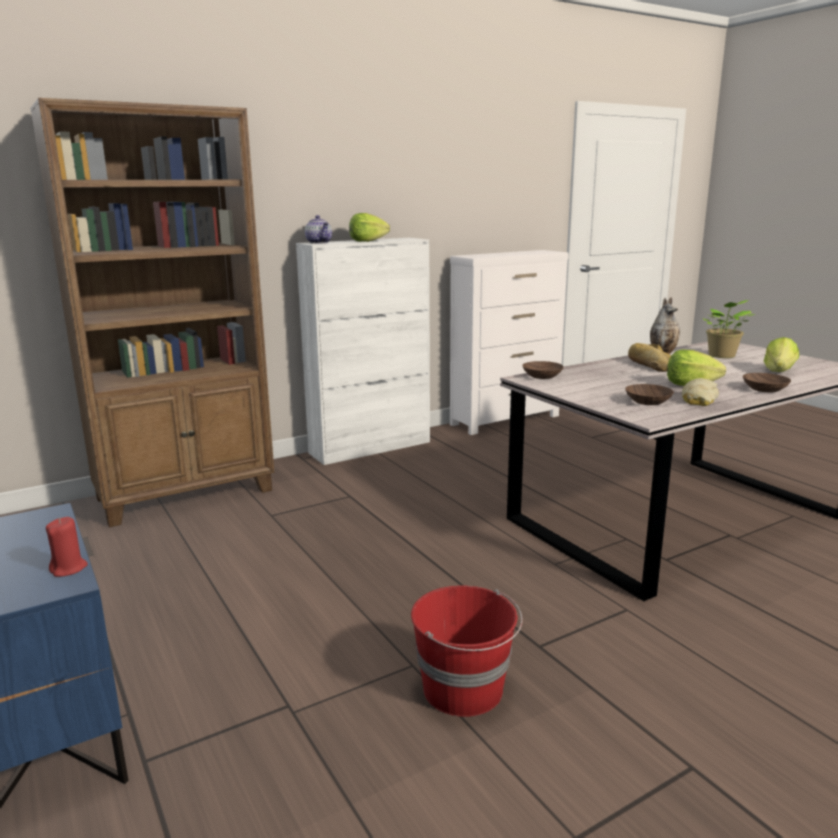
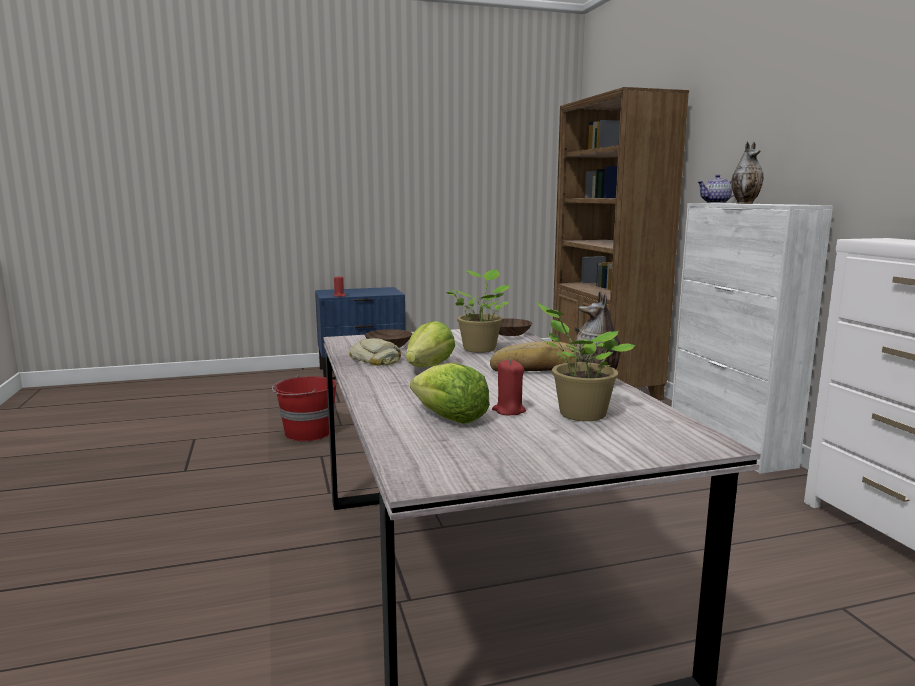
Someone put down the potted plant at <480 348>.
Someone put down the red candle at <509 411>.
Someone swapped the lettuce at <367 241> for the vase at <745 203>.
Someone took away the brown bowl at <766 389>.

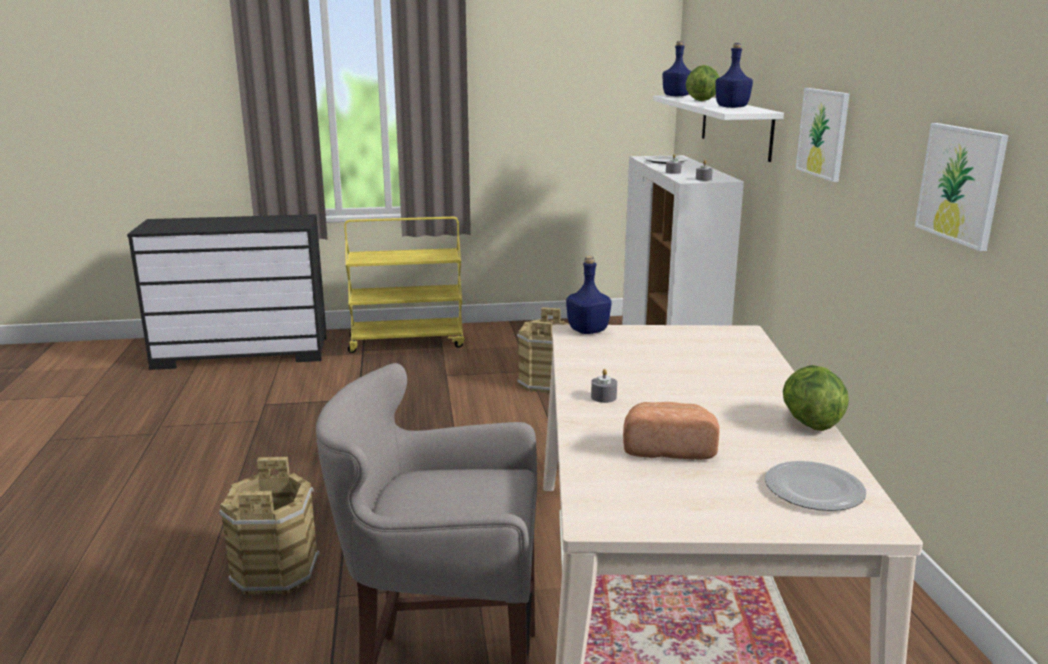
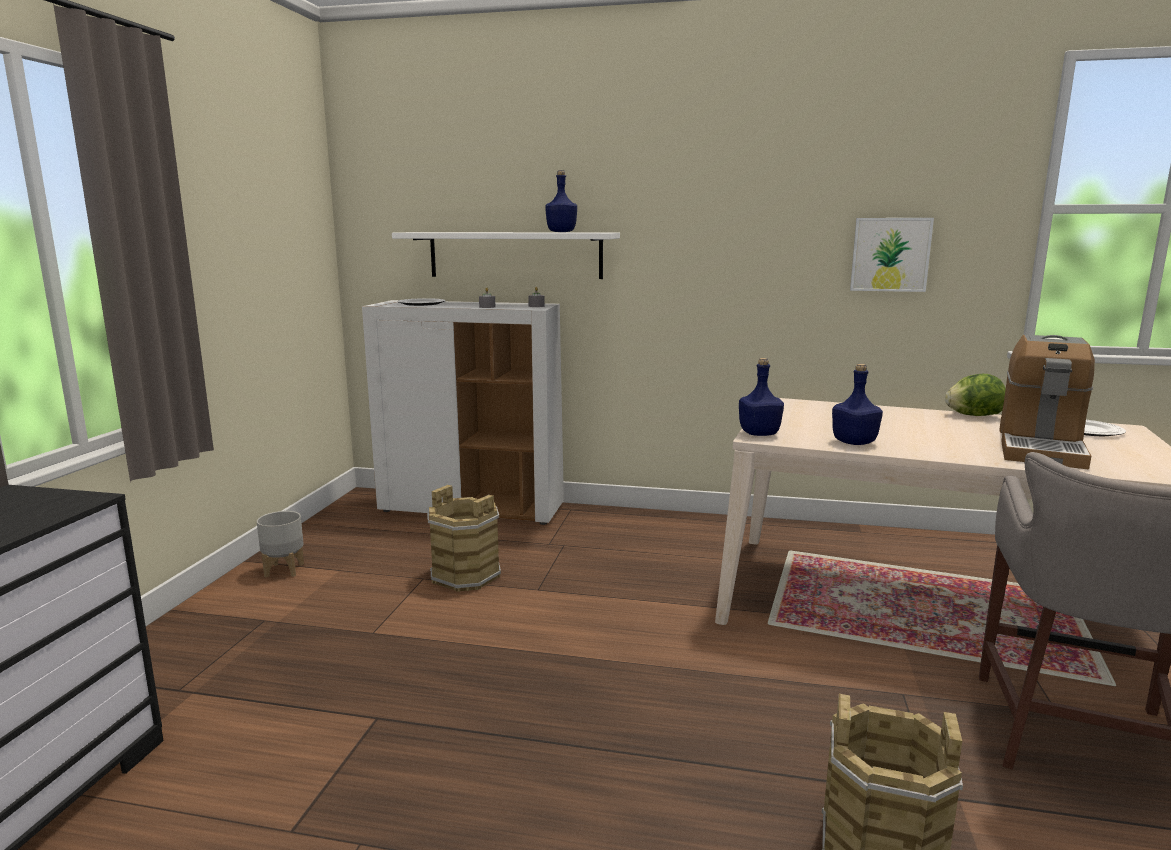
Someone put down the grey planter at <284 570>.
Someone carried the blue bottle from <677 96> to <853 442>.
Someone swapped the bread at <668 449> for the coffee machine at <1040 447>.
Someone took away the yellow cart at <407 342>.
Someone took away the grey candle at <603 397>.
Someone took away the lettuce at <702 101>.
Someone took away the picture at <823 133>.

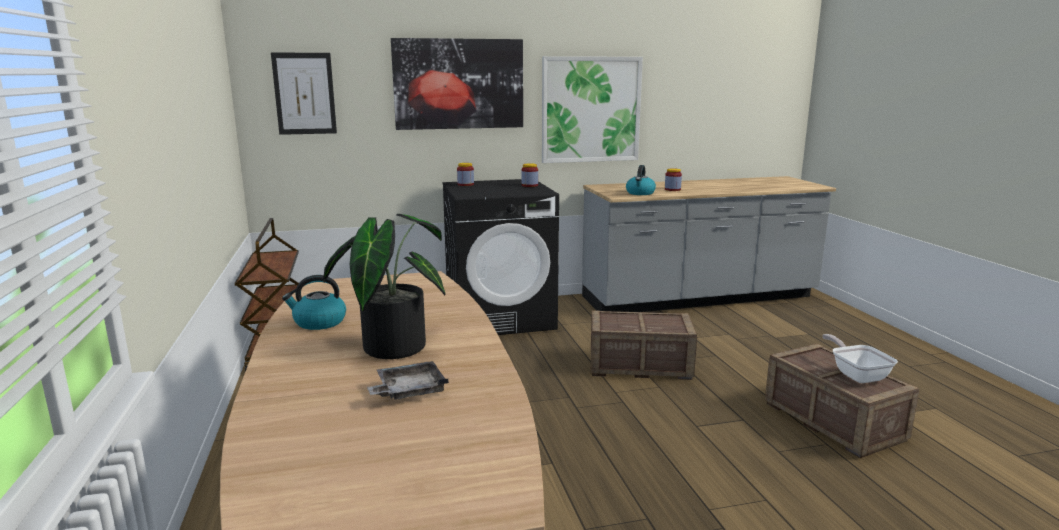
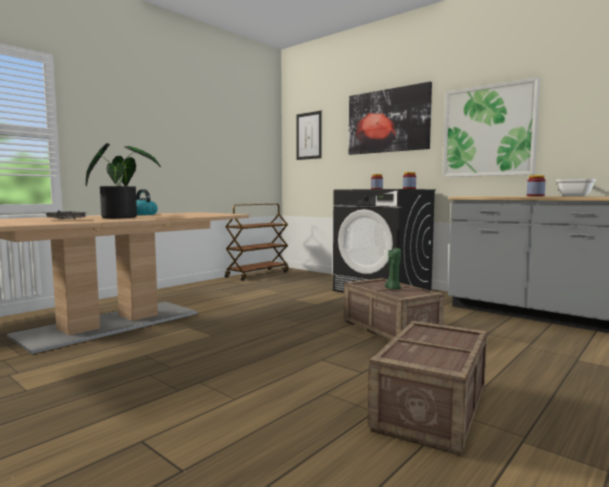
Someone put down the green candle at <393 288>.
Someone carried the frying pan from <856 374> to <575 196>.
Someone took away the kettle at <640 193>.

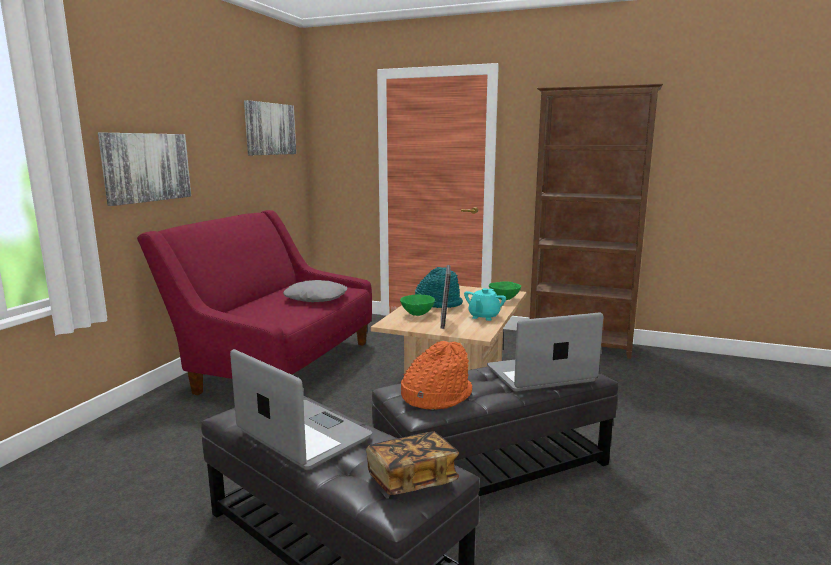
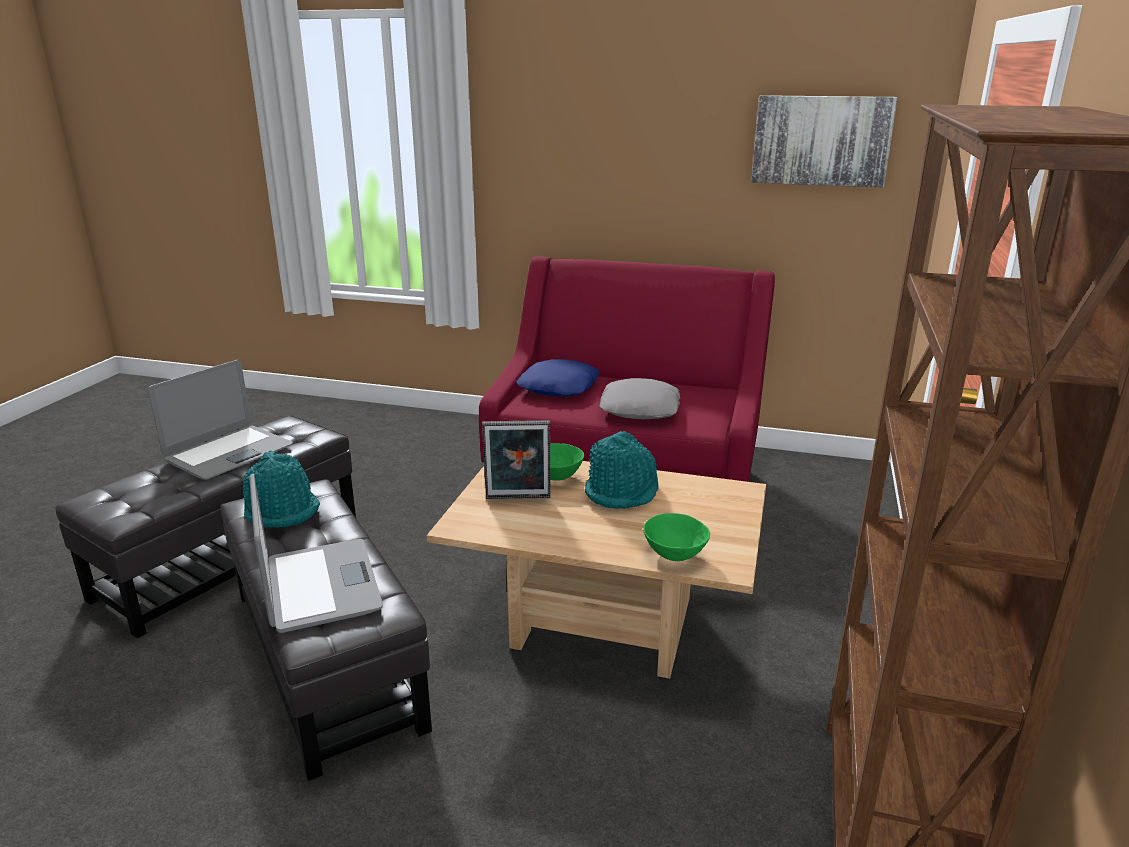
Someone repainted the orange hat at <436 396>, which became the turquoise hat at <282 510>.
Someone put down the blue pillow at <559 387>.
Someone took away the picture at <146 167>.
Someone took away the book at <411 479>.
Someone took away the turquoise teapot at <484 316>.

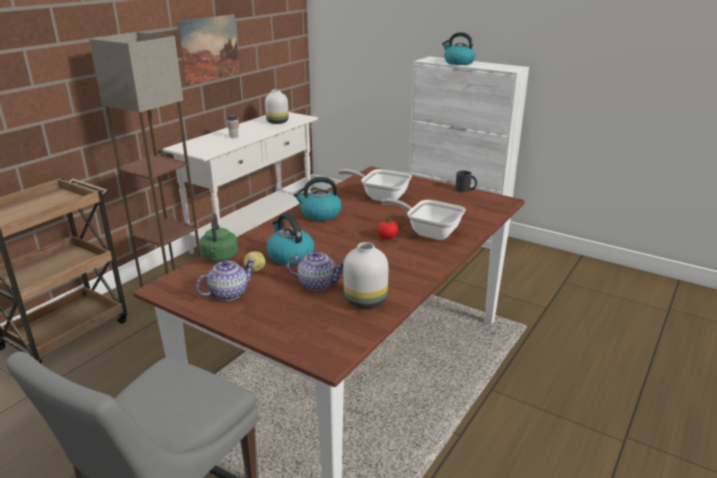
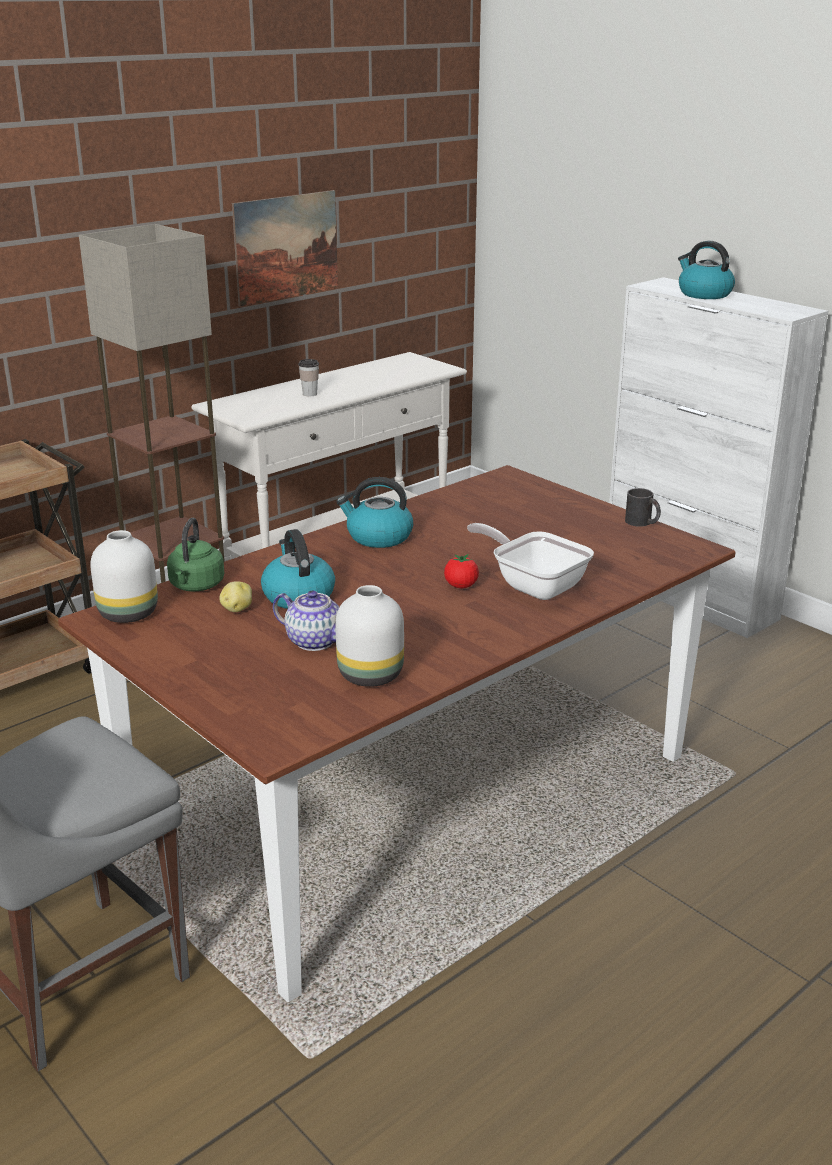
Someone carried the white vase from <278 122> to <130 613>.
Someone took away the teapot at <228 293>.
Someone took away the frying pan at <381 197>.

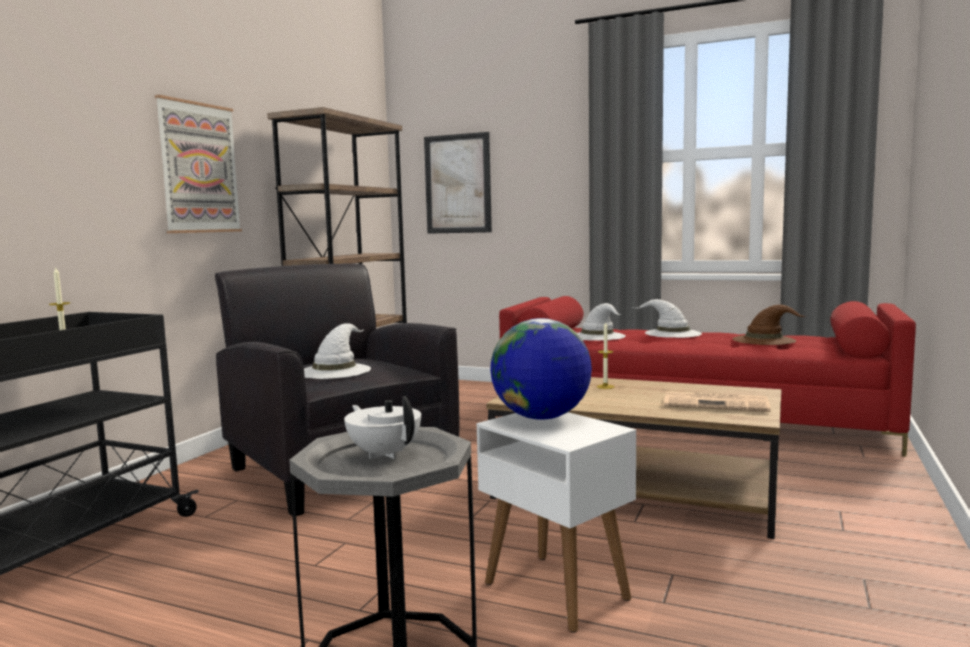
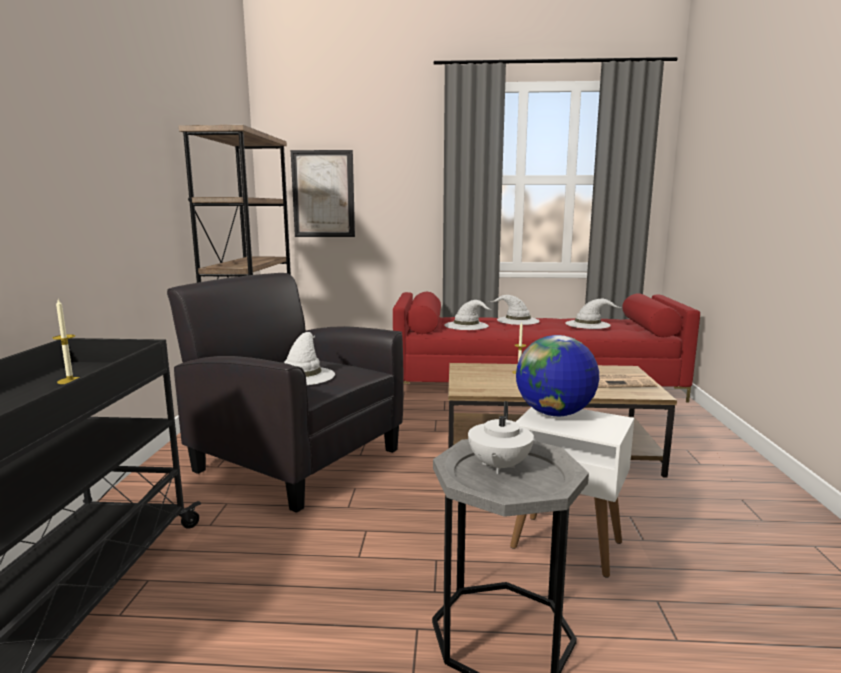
Someone rotated the white teapot at <384 454> by 105 degrees counterclockwise.
Someone repainted the brown hat at <765 340>, which became the white hat at <588 324>.
Someone took away the picture at <199 168>.

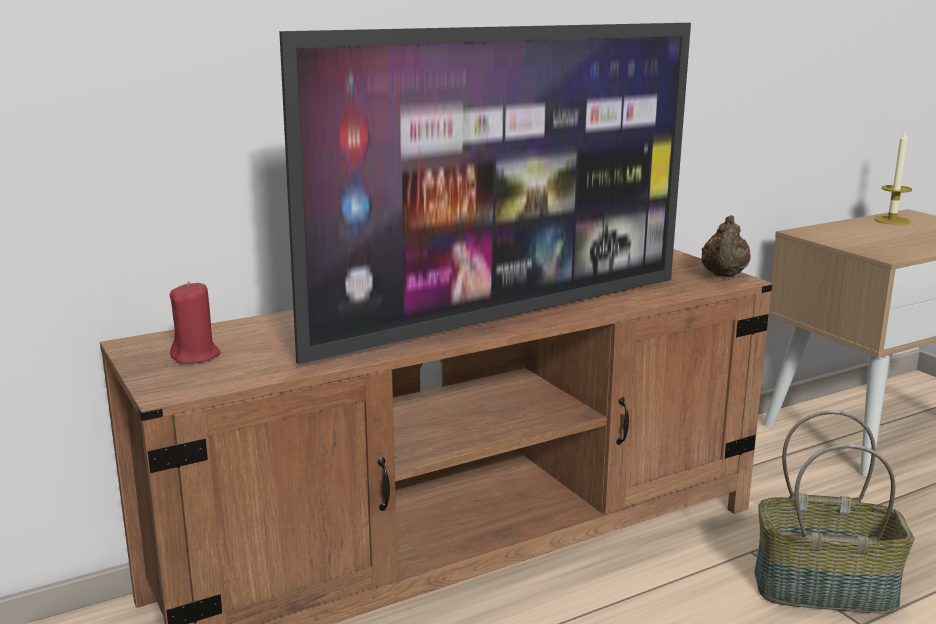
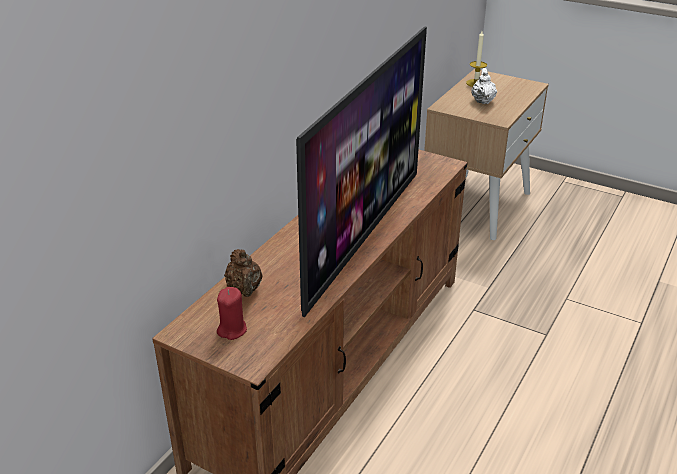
Someone carried the brown teapot from <724 276> to <245 290>.
Someone put down the white teapot at <482 101>.
Someone took away the basket at <825 588>.

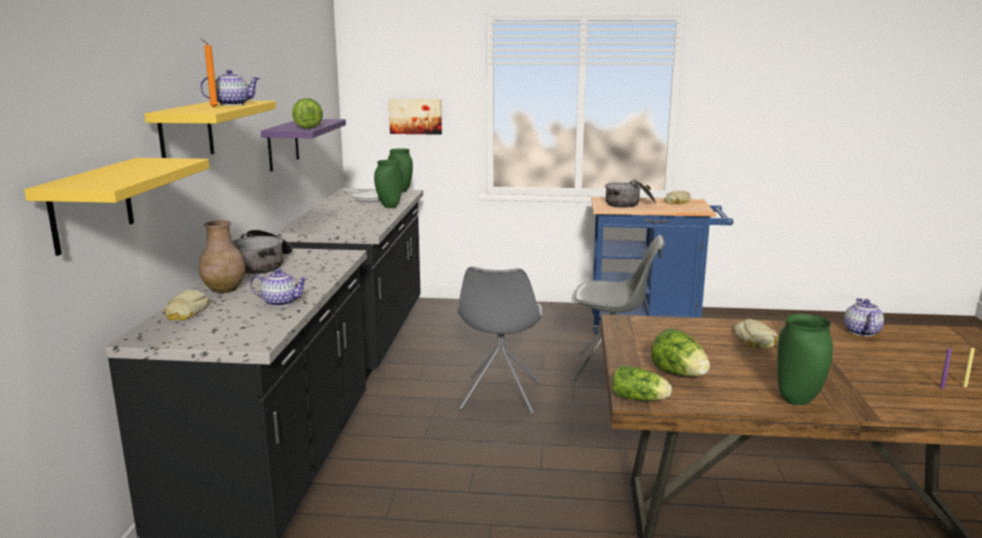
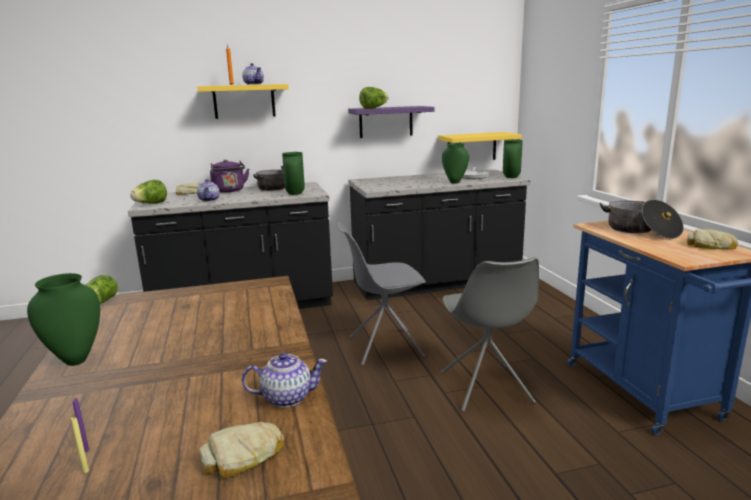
Someone carried the lettuce from <679 374> to <151 204>.
Someone carried the bread from <755 339> to <244 456>.
Someone swapped the brown vase at <225 289> for the purple kettle at <229 191>.
Someone put down the green vase at <295 194>.
Someone carried the yellow shelf from <91 205> to <471 147>.
Someone took away the picture at <415 116>.

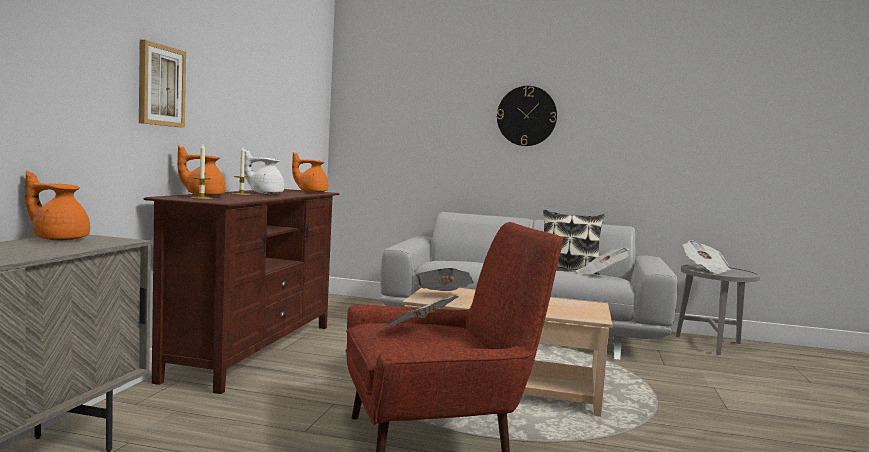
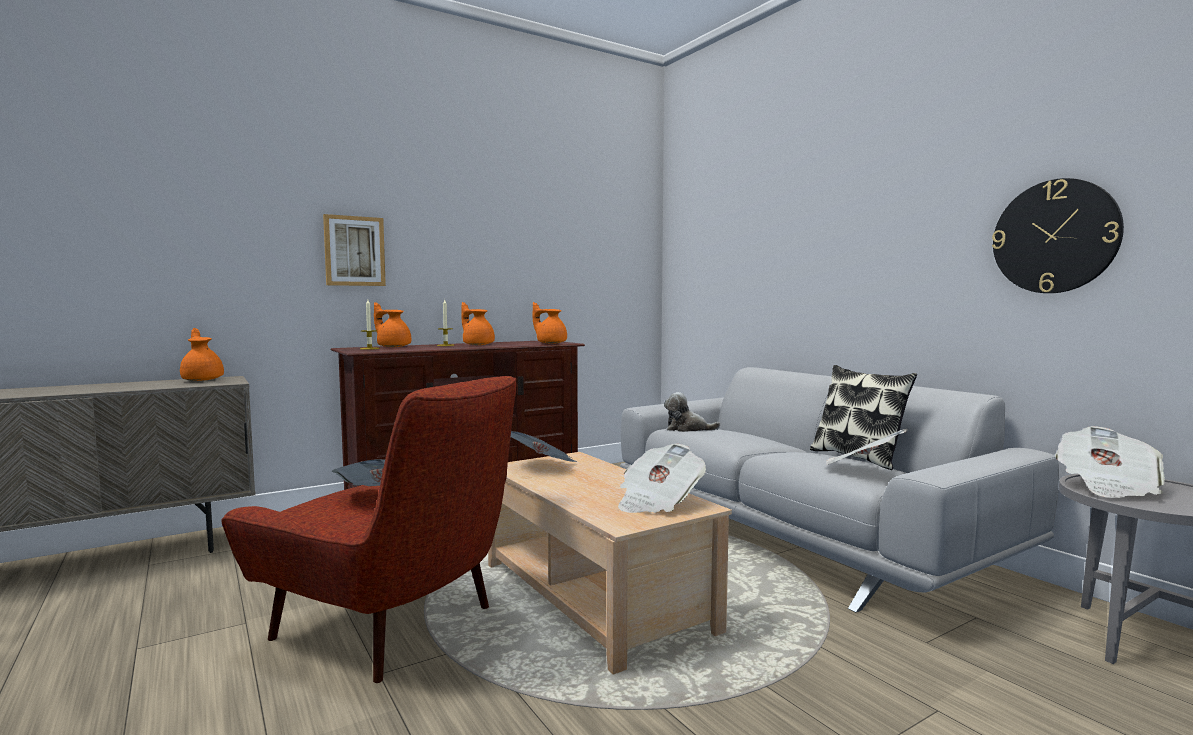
Someone repainted the white teapot at <265 193>, which became the orange teapot at <477 344>.
Someone put down the newspaper at <657 502>.
Someone put down the plush toy at <687 429>.
Someone carried the wall clock from <526 116> to <1054 236>.

